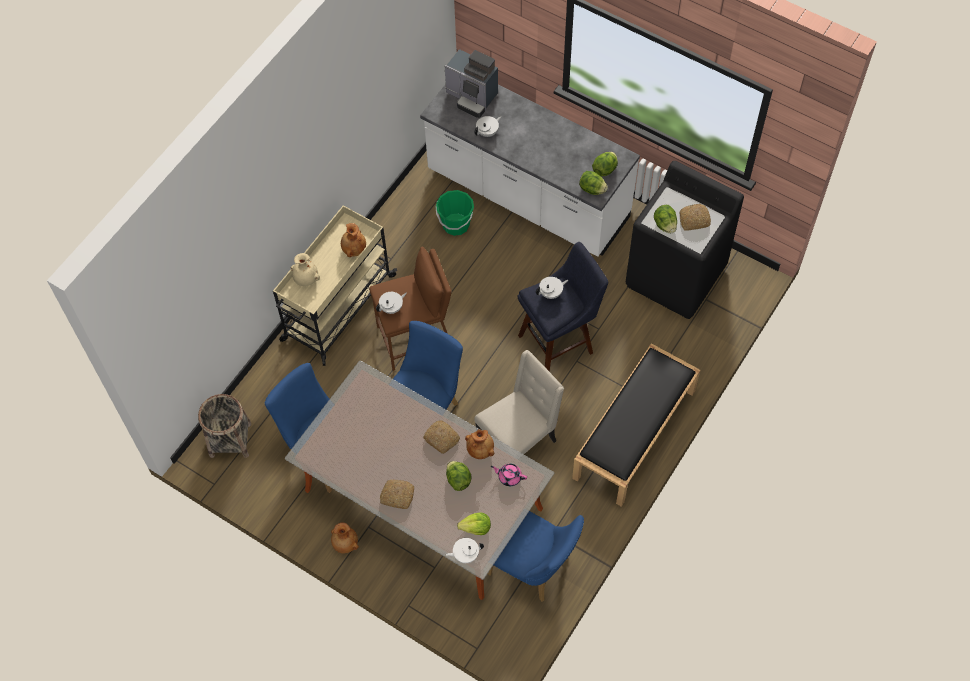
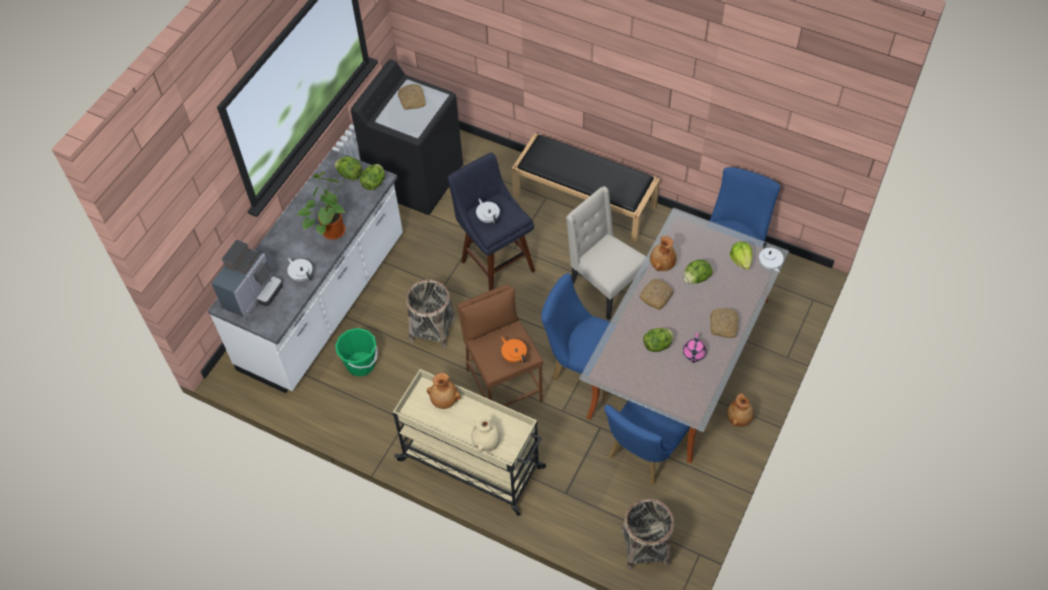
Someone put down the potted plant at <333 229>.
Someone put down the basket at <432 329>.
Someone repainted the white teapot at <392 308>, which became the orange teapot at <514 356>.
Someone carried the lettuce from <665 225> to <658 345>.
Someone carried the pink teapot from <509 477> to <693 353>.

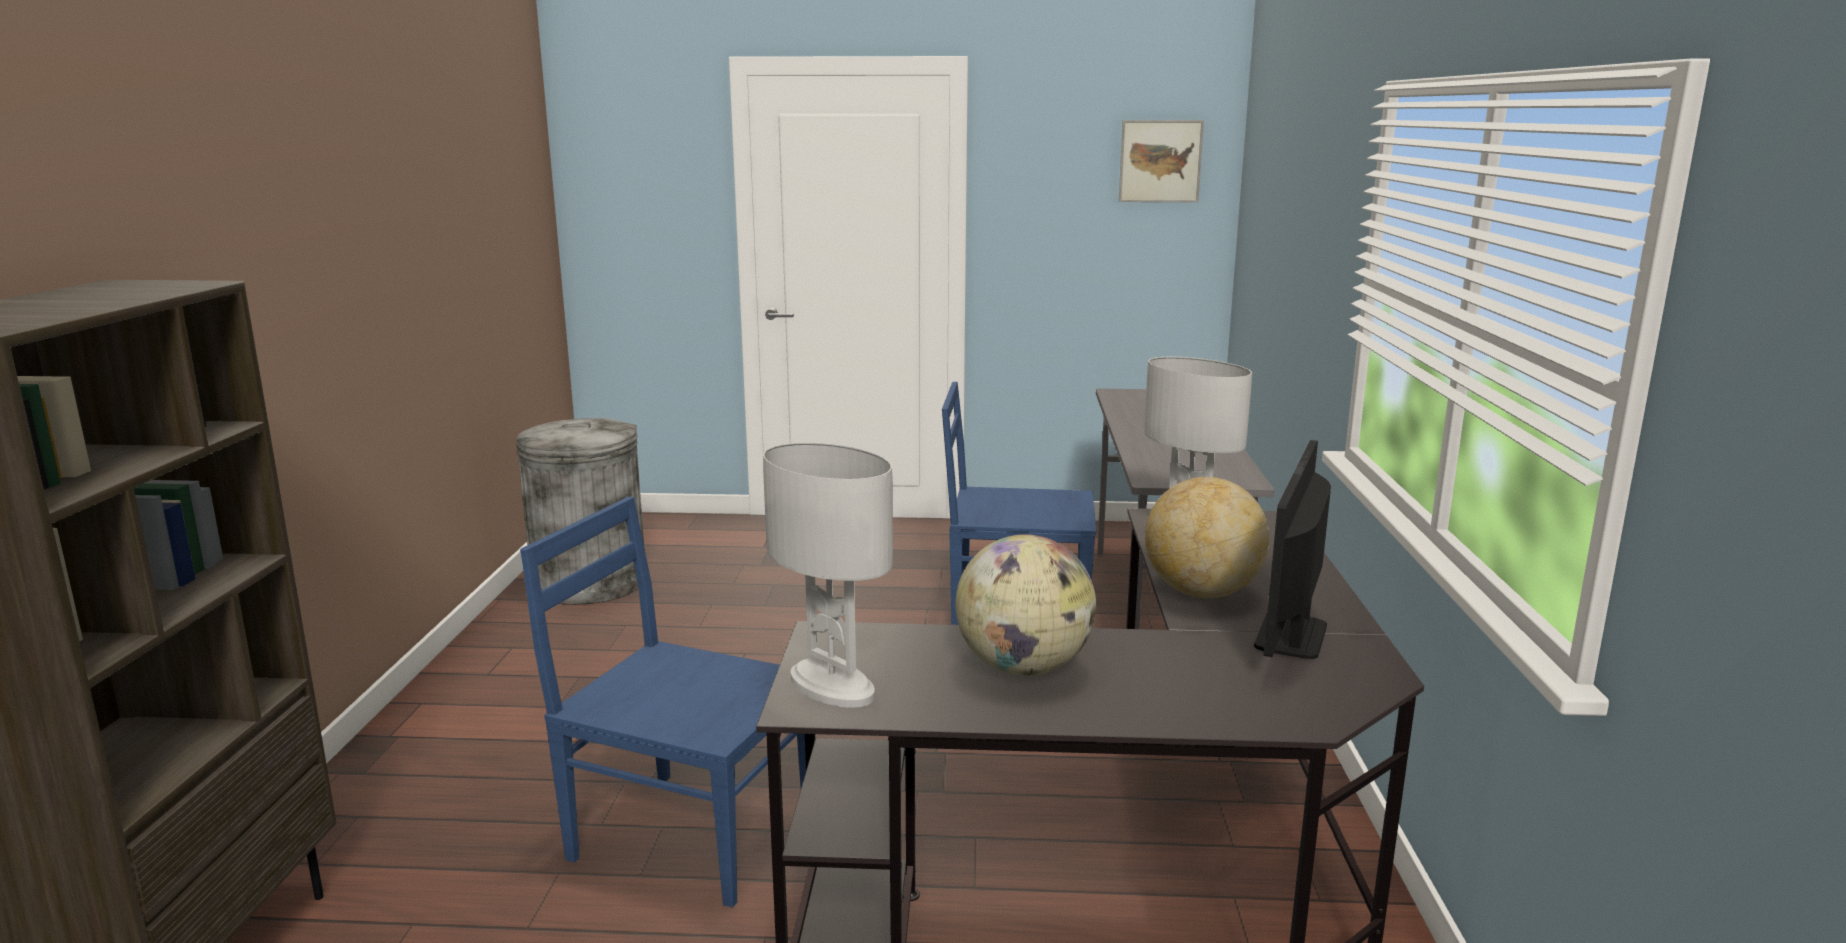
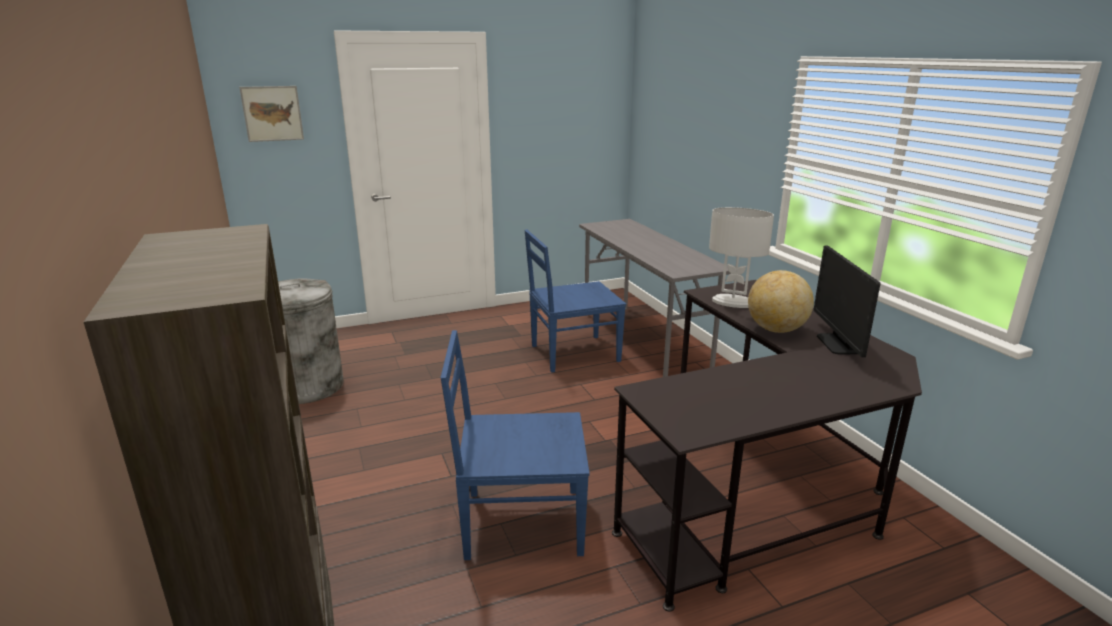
Someone carried the picture from <1160 161> to <272 113>.
Someone took away the white table lamp at <833 687>.
Someone took away the globe at <1024 668>.

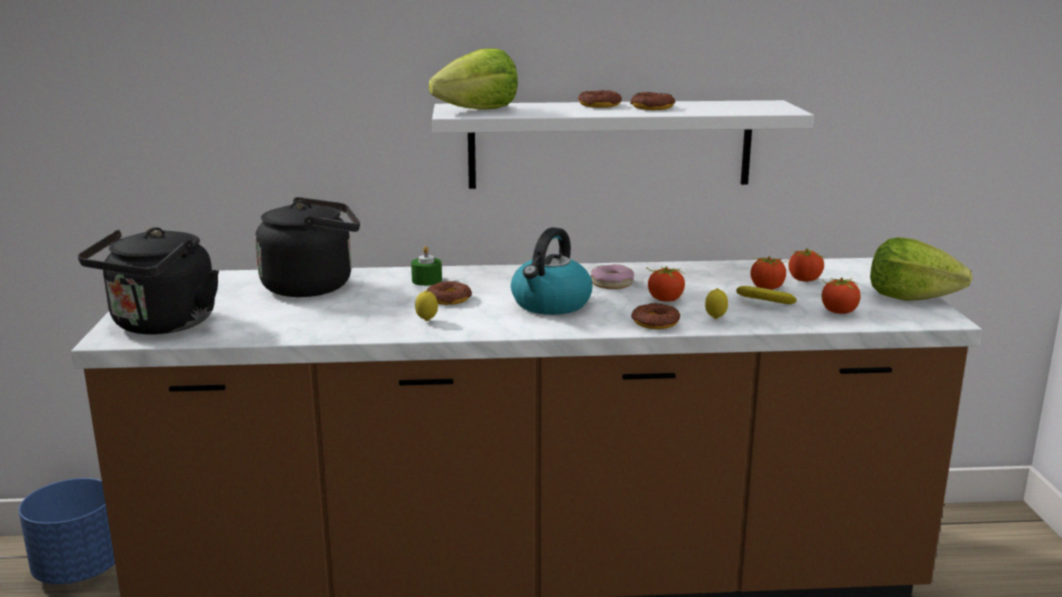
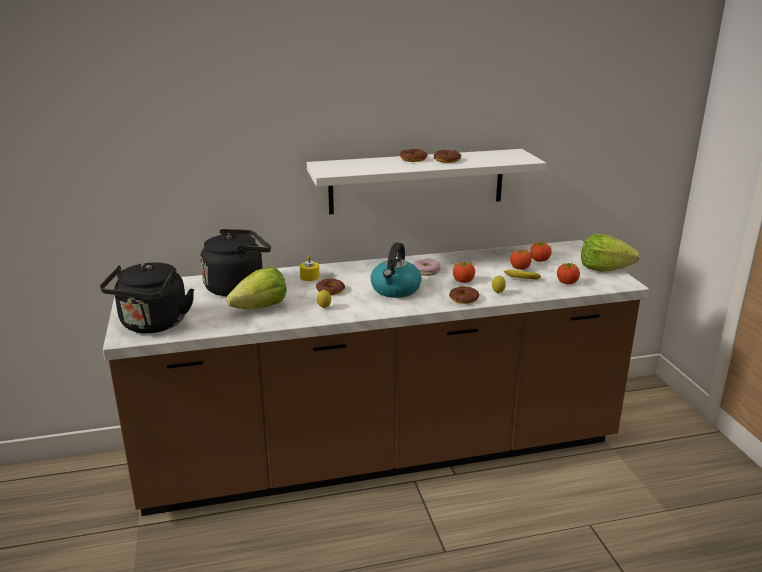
Someone carried the lettuce from <479 110> to <261 307>.
Someone repainted the green candle at <427 280>, which became the yellow candle at <309 277>.
Someone took away the blue planter at <78 570>.

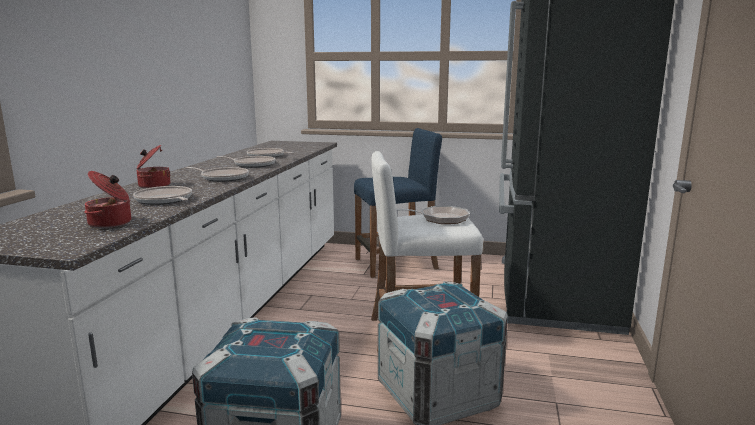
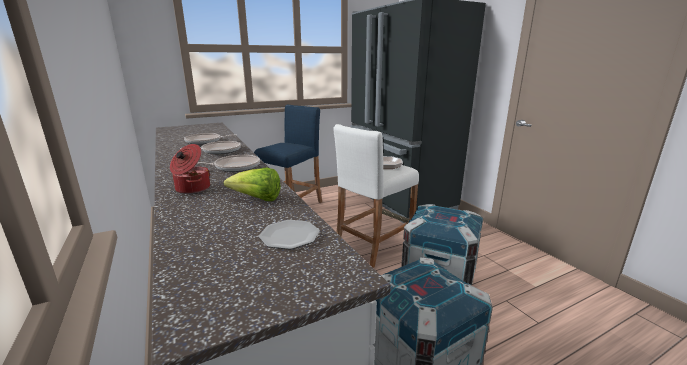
Someone swapped the frying pan at <164 200> for the lettuce at <257 199>.
Someone swapped the cooking pot at <111 223> for the plate at <290 236>.

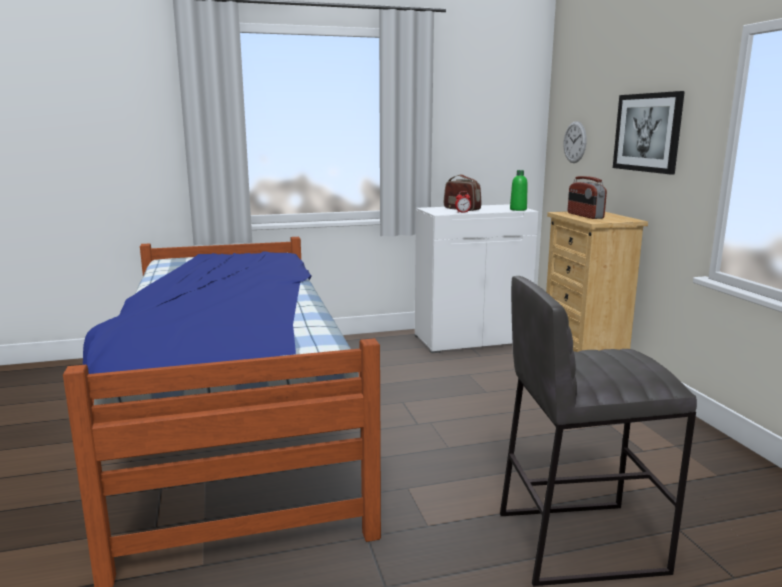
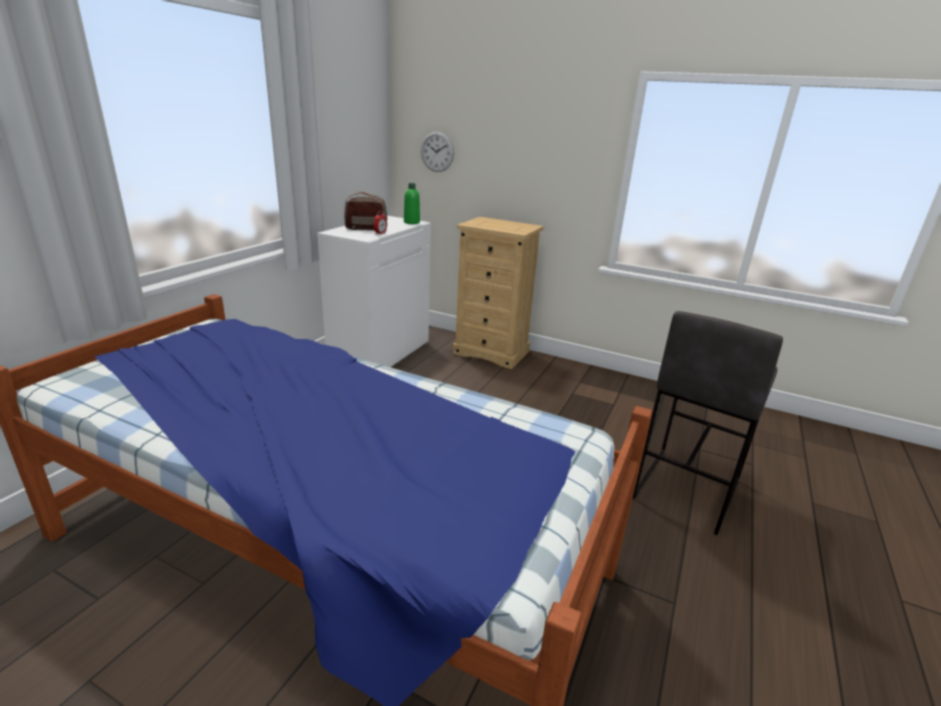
Someone took away the radio at <584 216>.
Someone took away the picture at <647 132>.

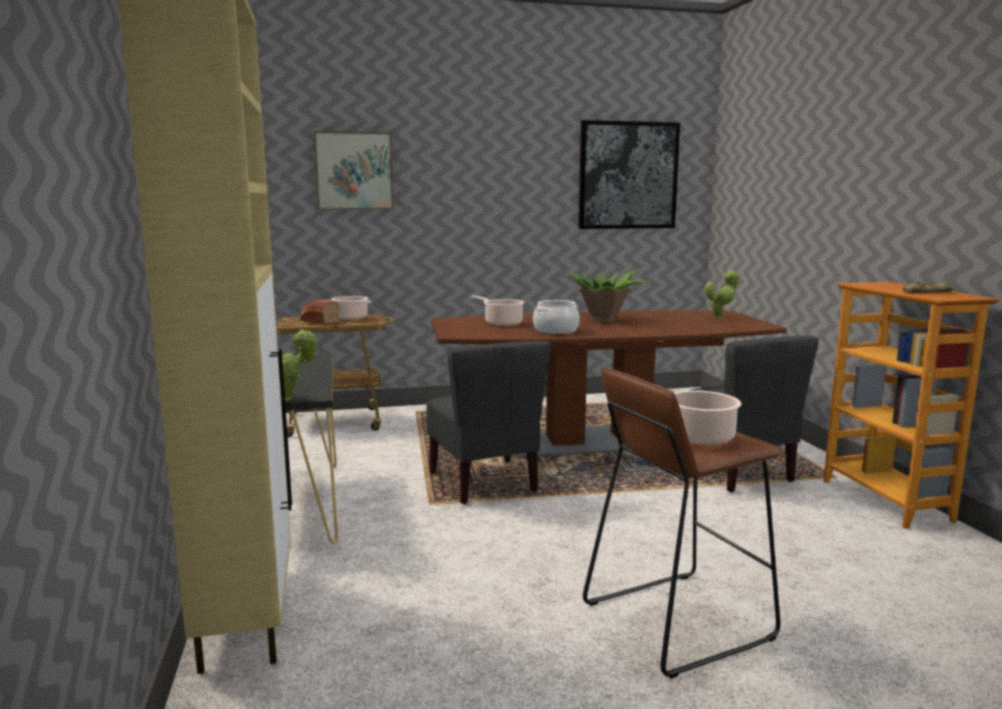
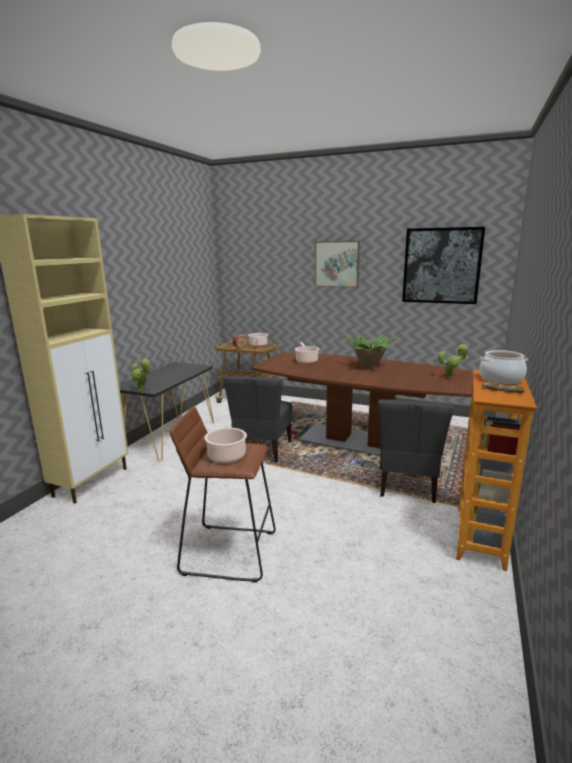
Someone carried the picture from <354 171> to <337 264>.
Someone carried the cooking pot from <556 330> to <501 379>.

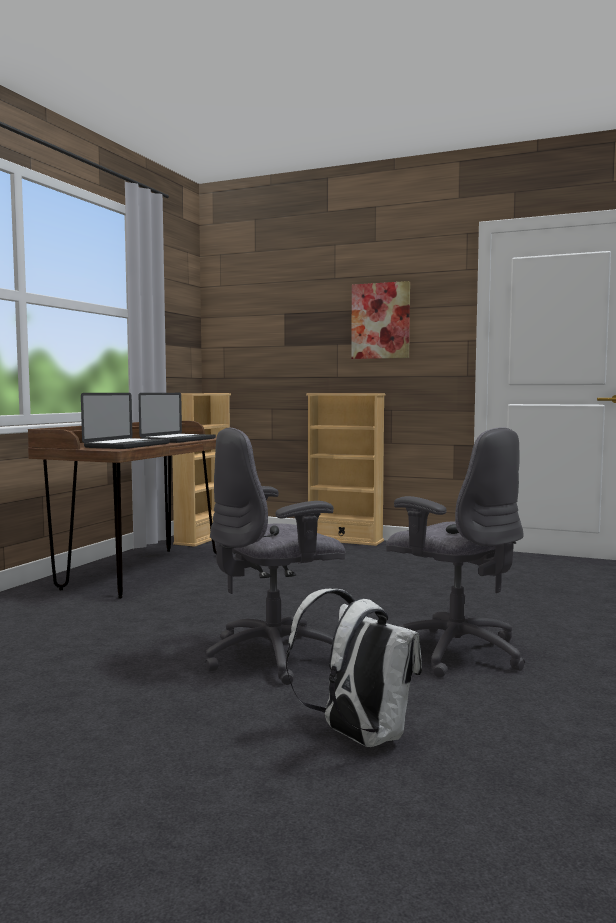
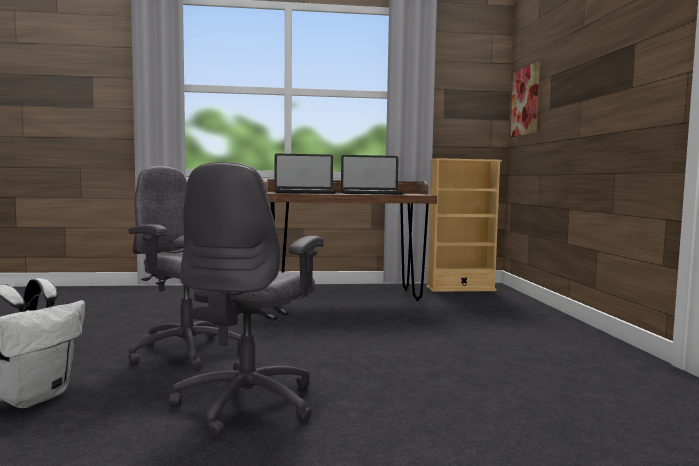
Someone carried the picture from <380 321> to <526 101>.
Someone took away the beige bookcase at <345 540>.

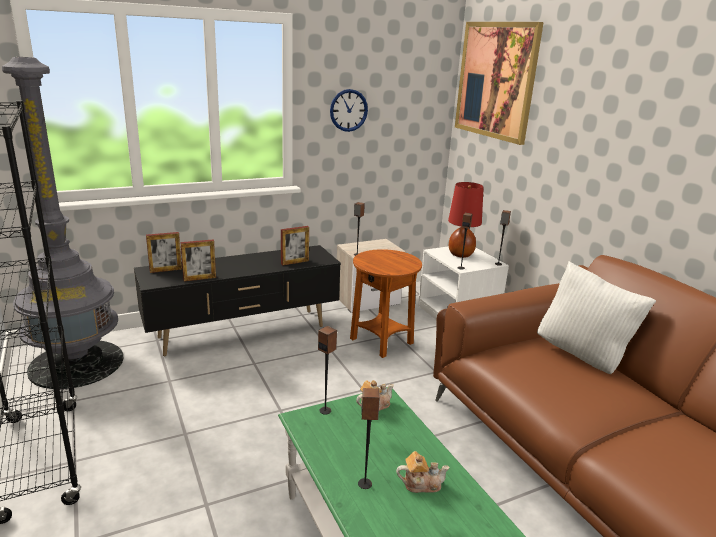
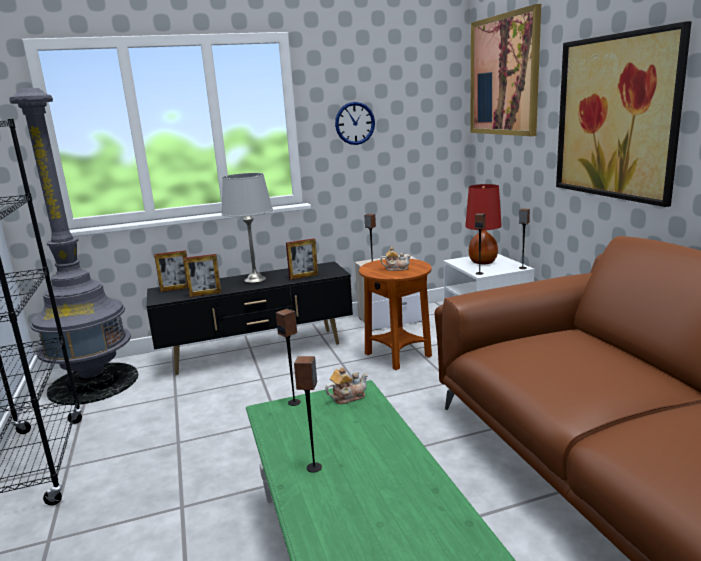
Someone put down the grey table lamp at <255 279>.
Someone carried the teapot from <421 484> to <396 268>.
Someone put up the picture at <616 117>.
Someone took away the white pillow at <583 356>.

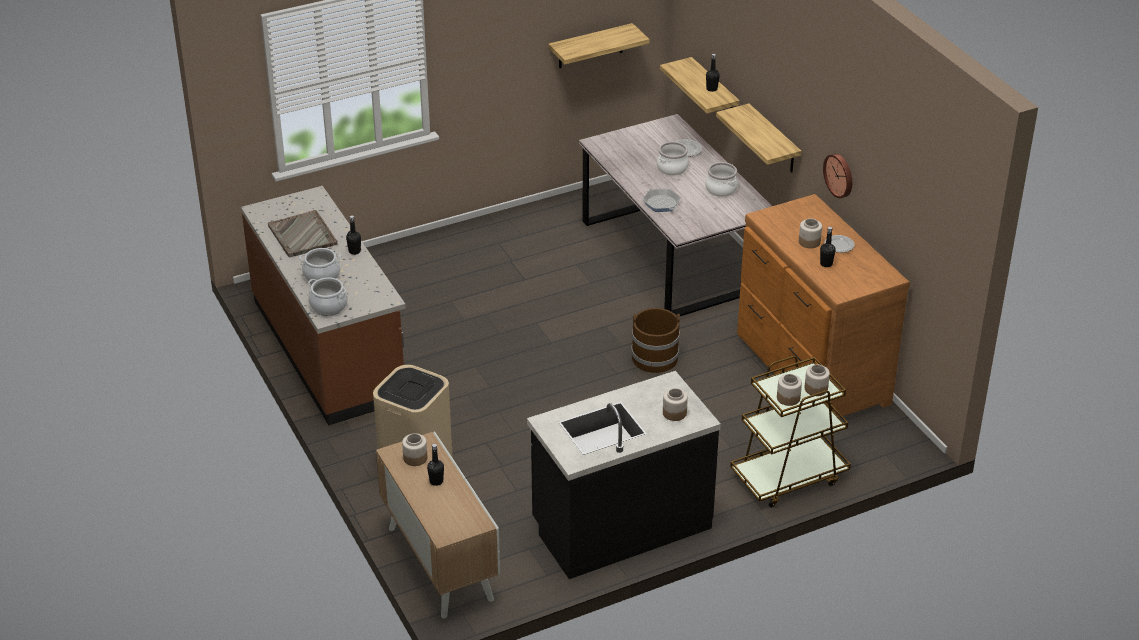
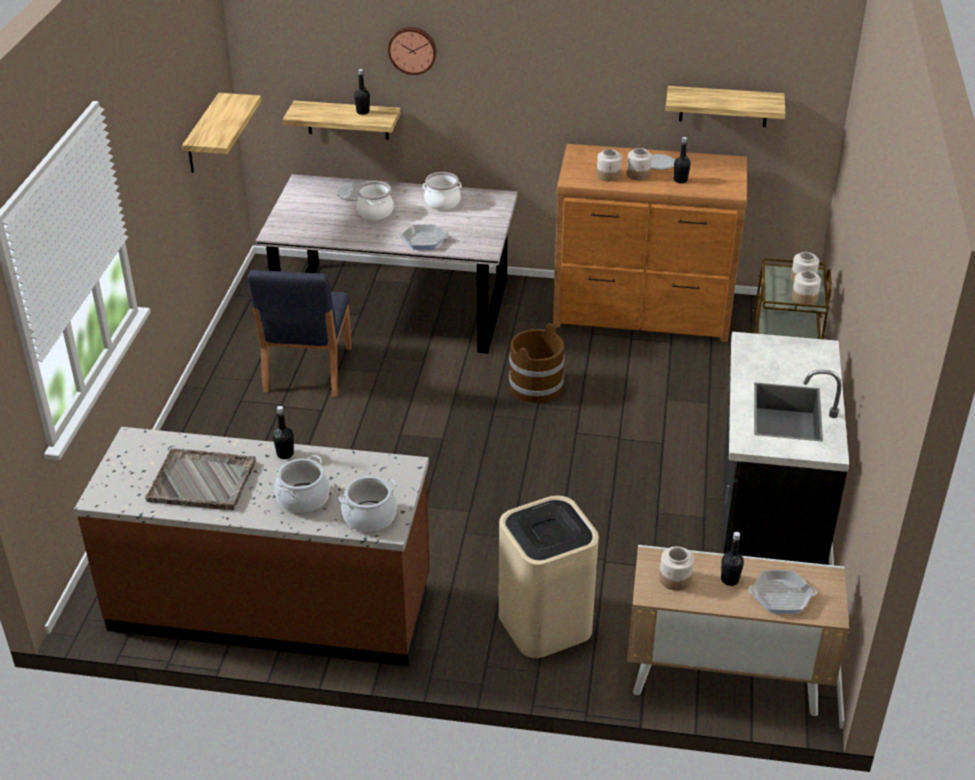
Someone put down the blue chair at <307 370>.
Someone carried the wall clock from <840 175> to <412 50>.
Someone carried the jar from <674 413> to <608 176>.
Someone carried the shelf from <773 140> to <724 106>.
Someone put down the frying pan at <781 596>.

